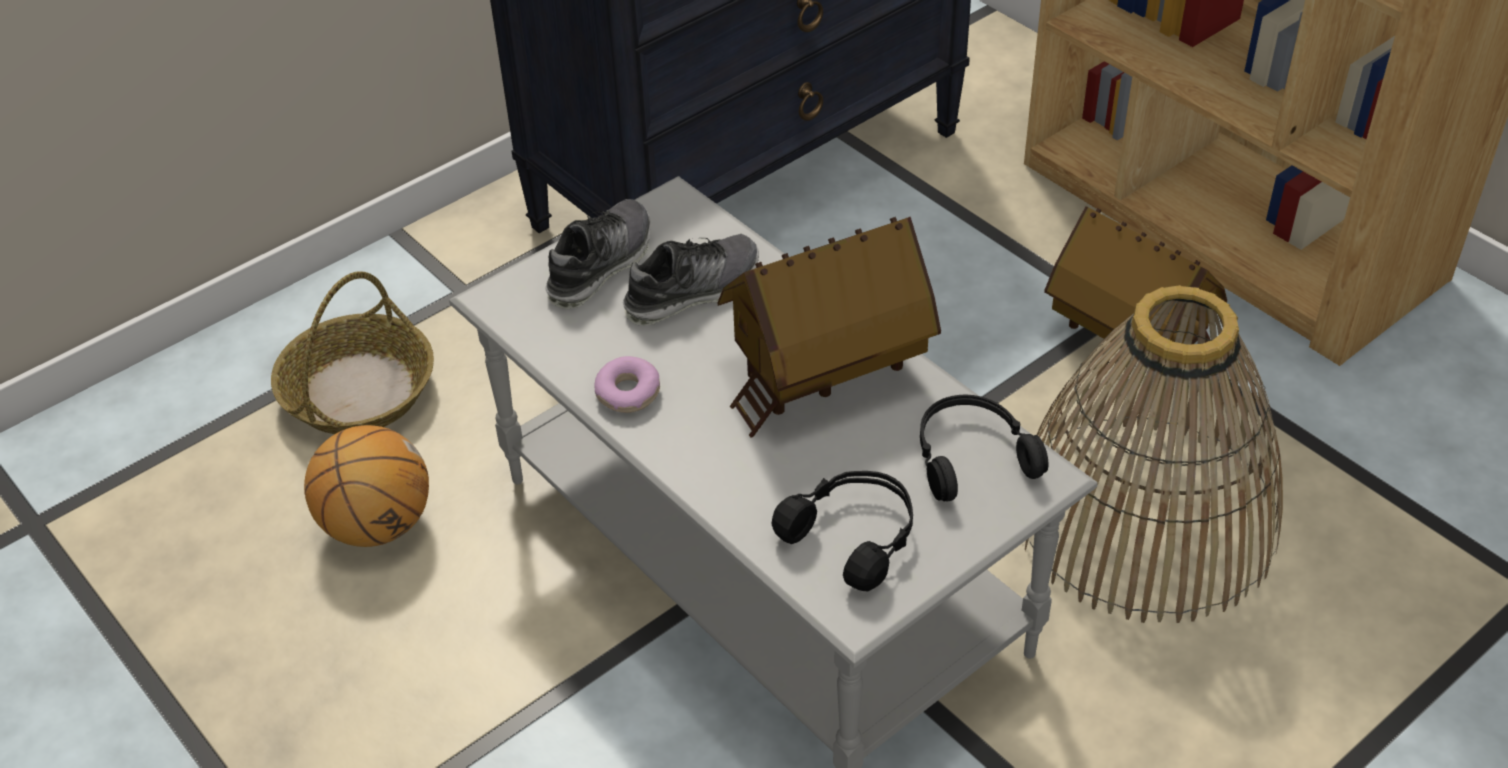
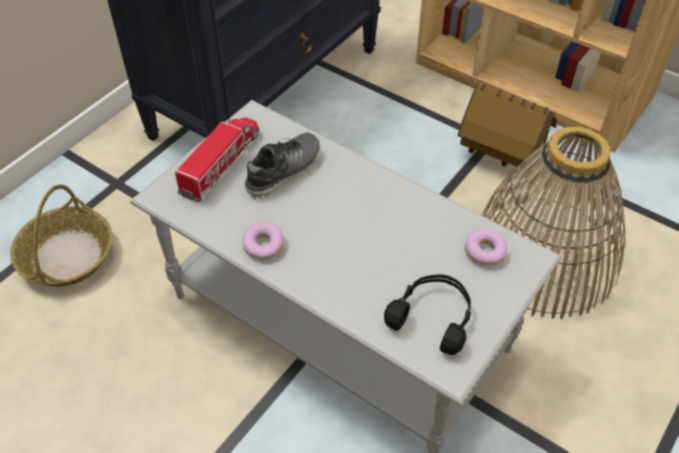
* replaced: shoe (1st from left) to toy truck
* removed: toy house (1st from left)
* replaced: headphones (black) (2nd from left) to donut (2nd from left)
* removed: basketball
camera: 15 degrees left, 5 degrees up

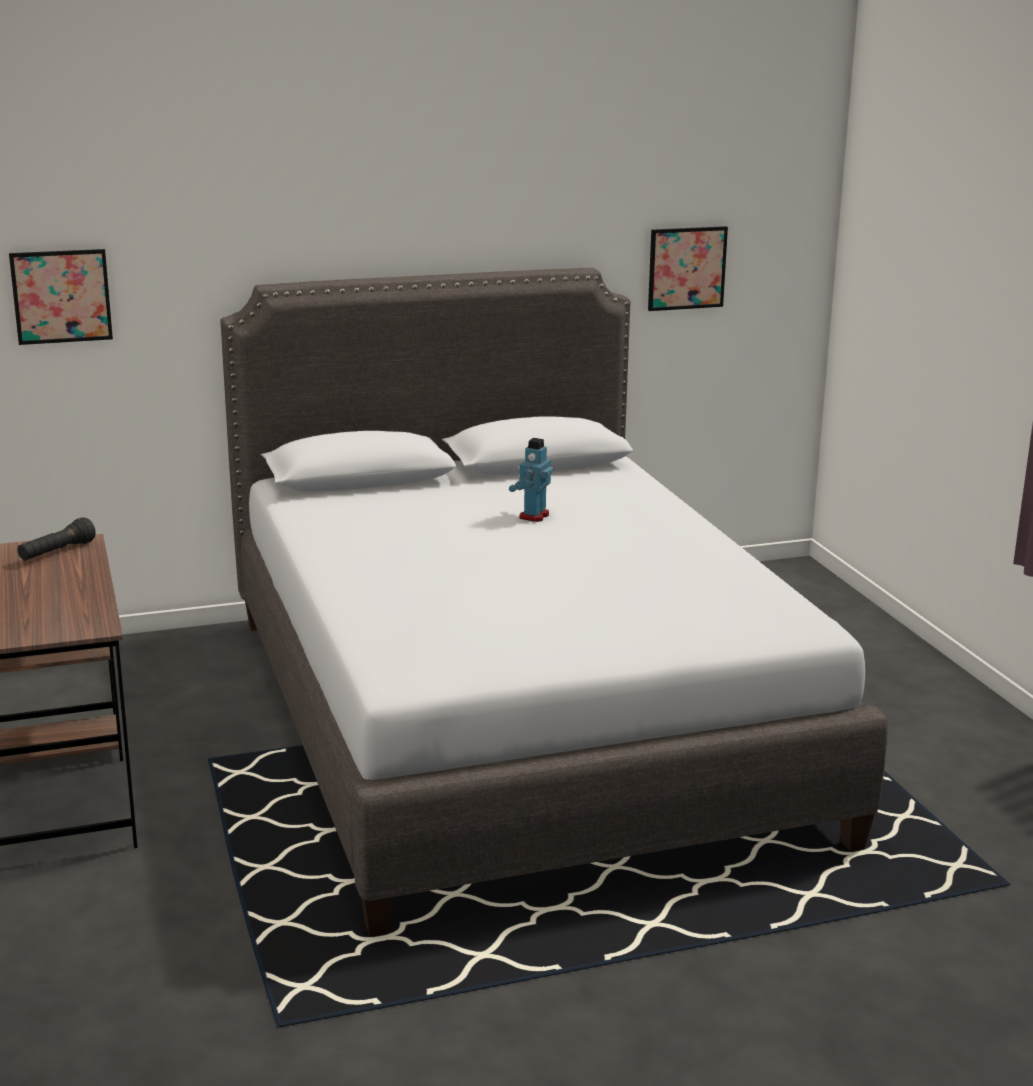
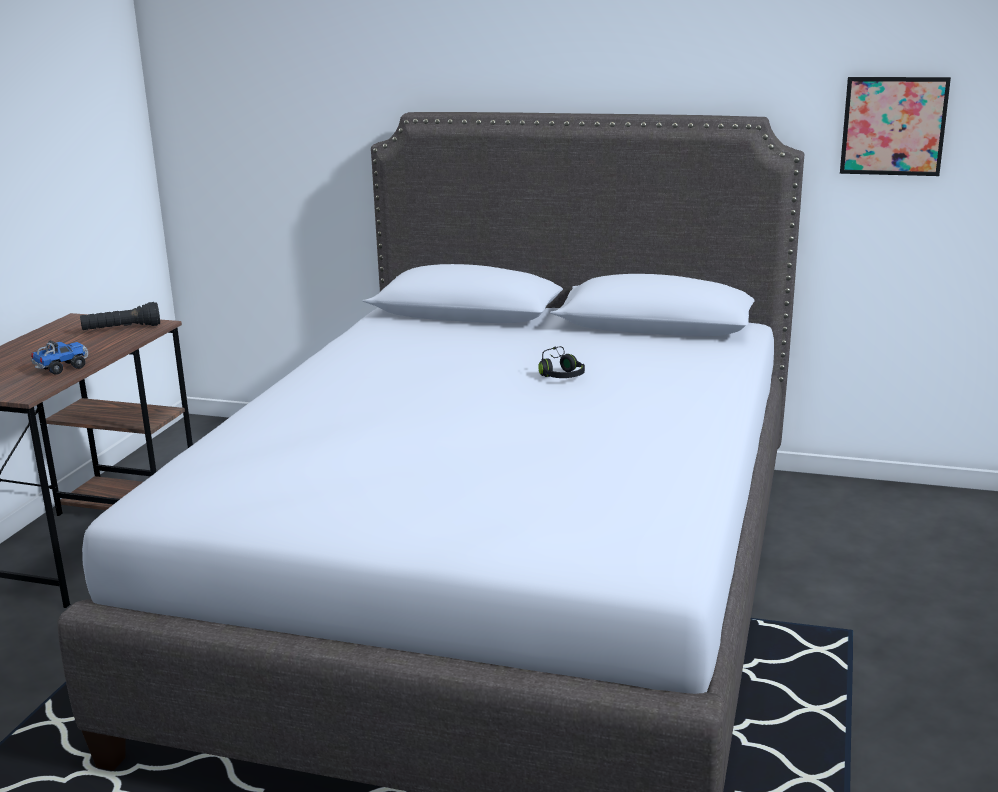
* removed: picture (1st from left)
* replaced: toy robot to headphones (black)
* added: toy truck
camera: 35 degrees right, 0 degrees up

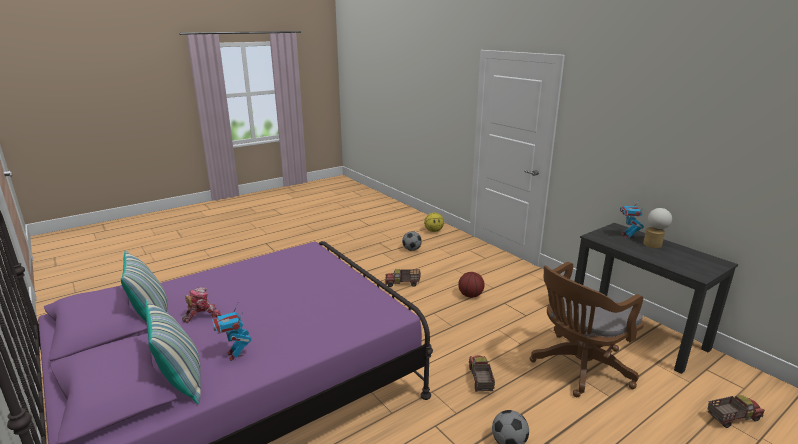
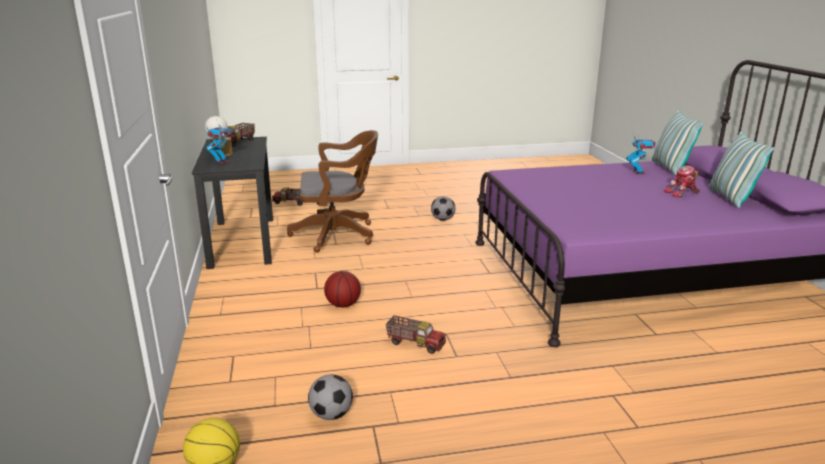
* moved: toy truck (2nd from left in the first image) to toy truck (1st from left)
camera: 155 degrees left, 0 degrees up

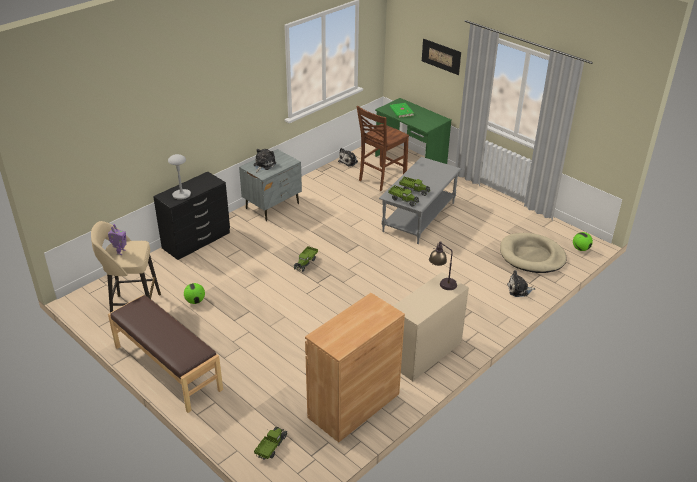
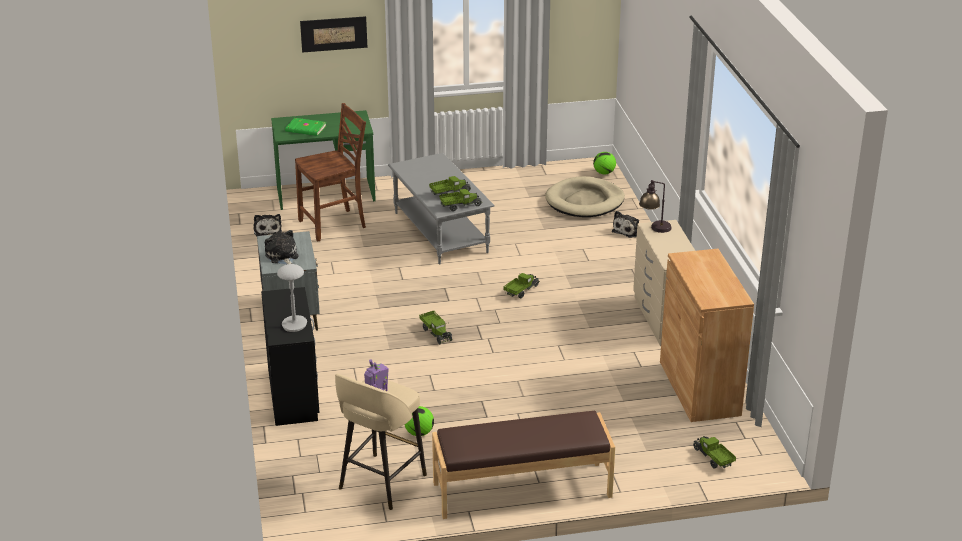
* turned: chair (brown) 105 degrees counterclockwise
* added: toy truck (4th from left)
camera: 55 degrees left, 5 degrees down

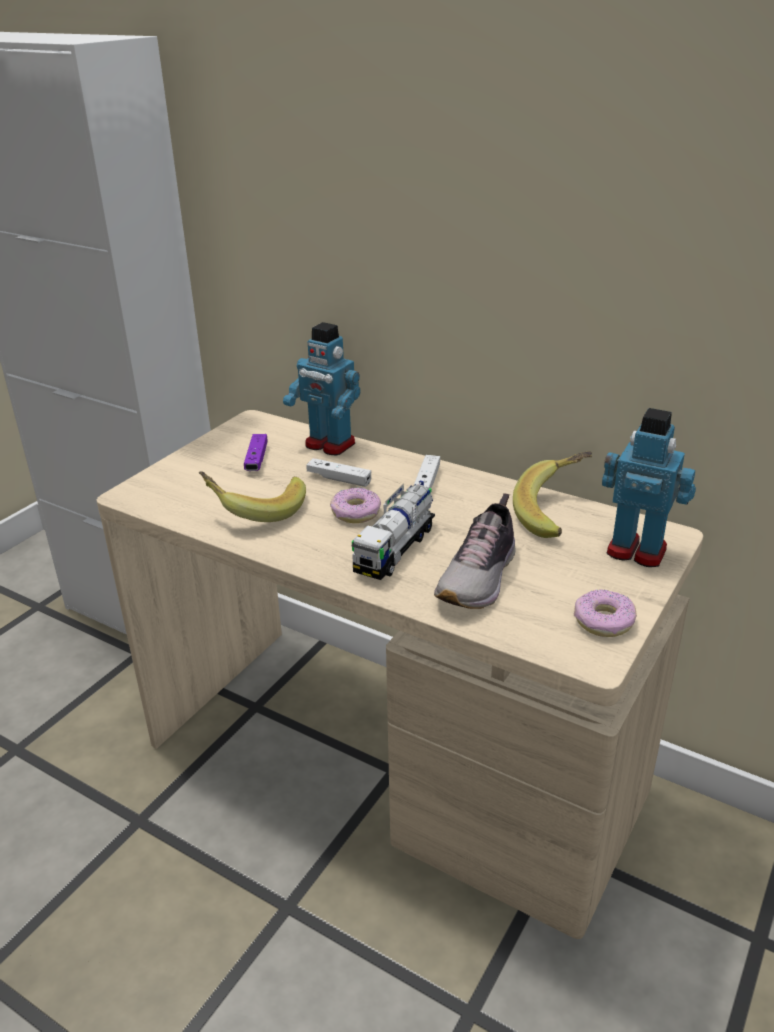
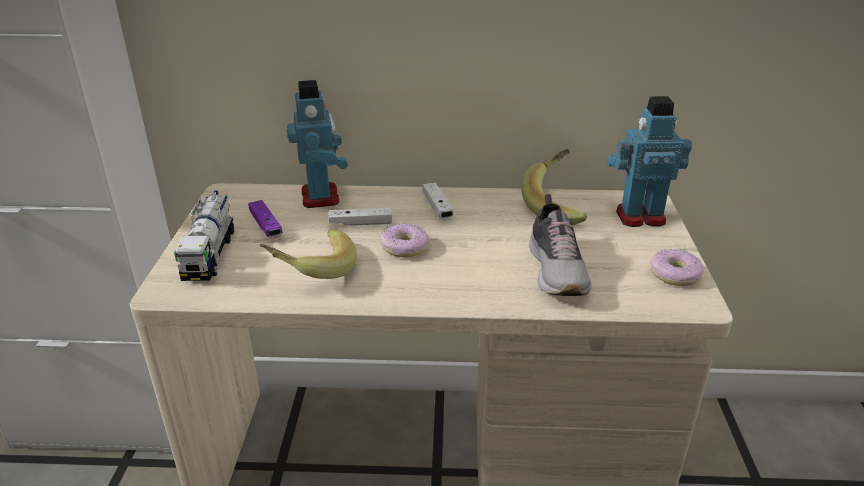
* turned: toy robot (1st from left) 105 degrees counterclockwise
* moved: toy truck
camera: 30 degrees left, 0 degrees up

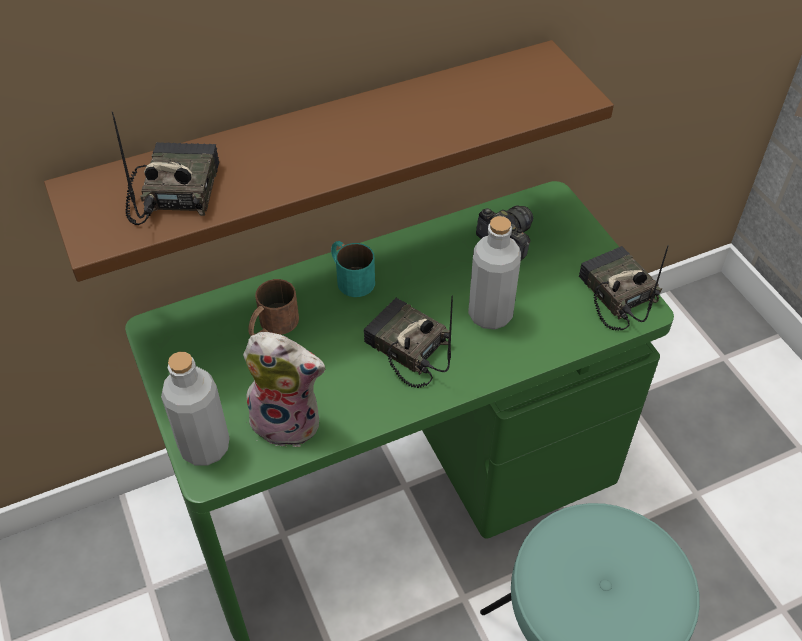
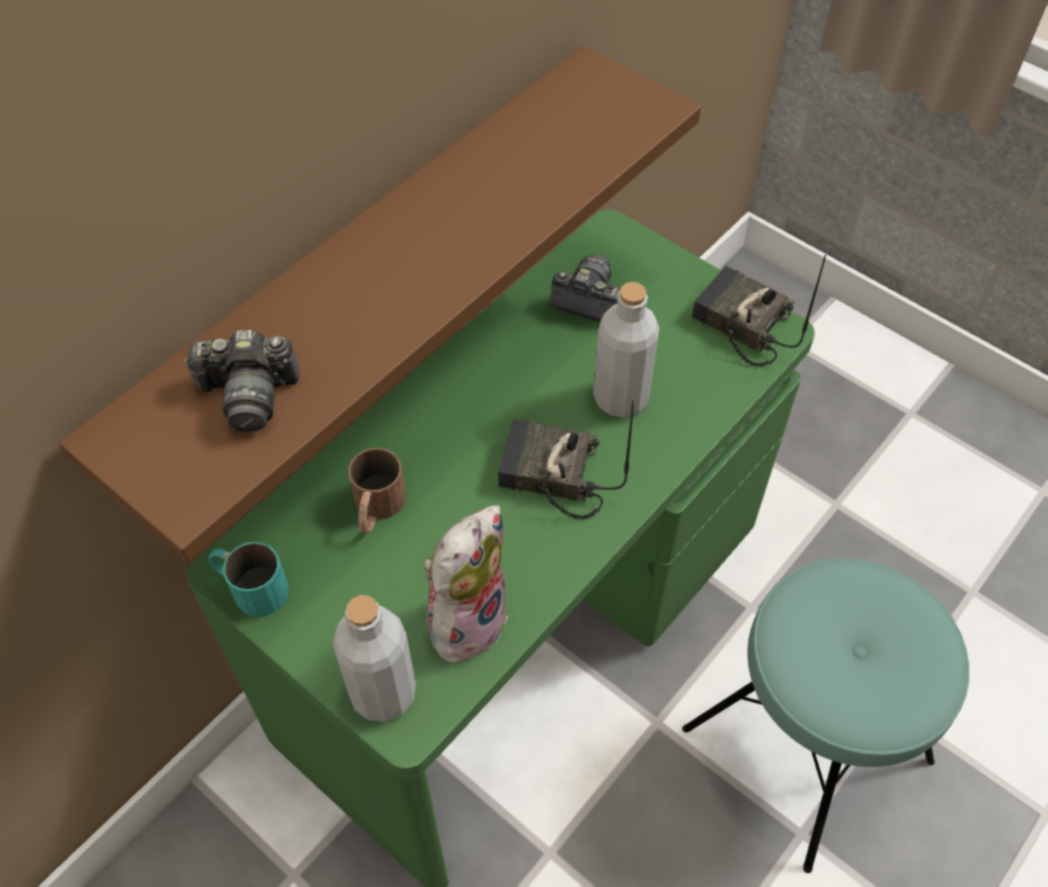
* replaced: radio (1st from left) to photo camera (1st from left)
* moved: mug (turquoise)
* turned: plush toy 45 degrees counterclockwise
camera: 25 degrees left, 5 degrees up

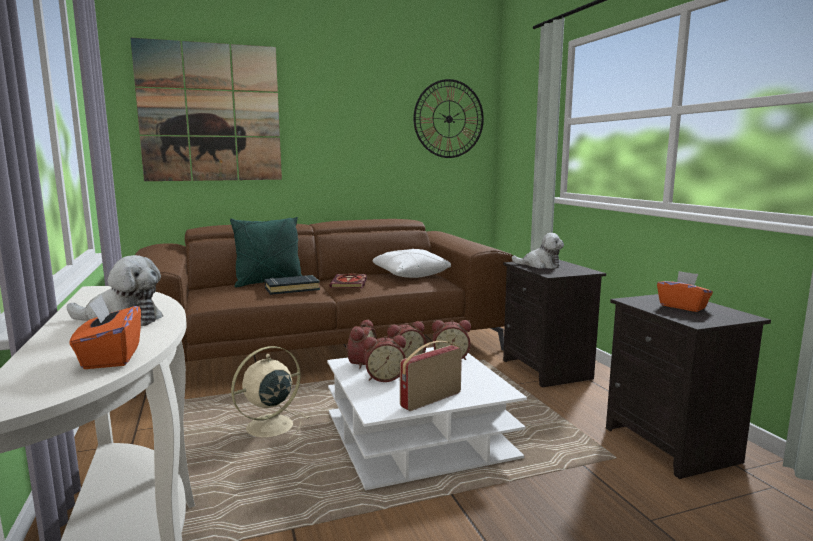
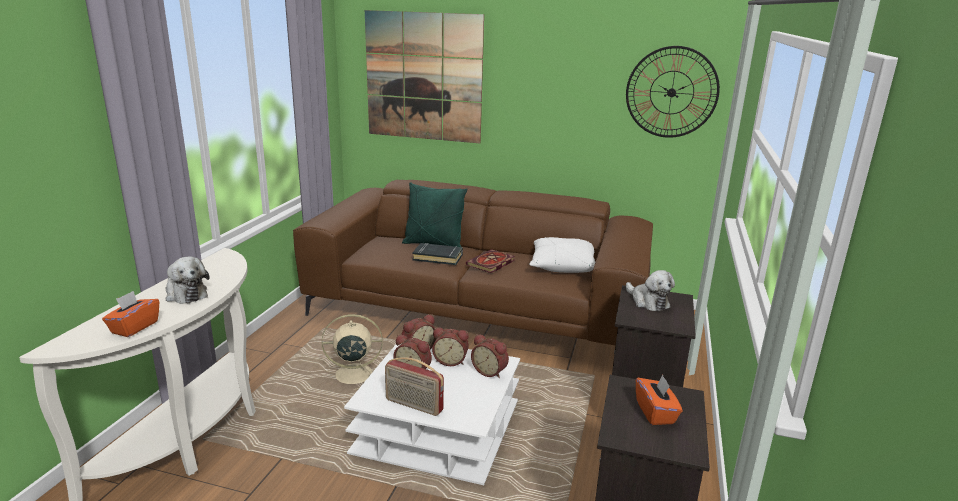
* turned: radio 150 degrees counterclockwise
camera: 35 degrees right, 10 degrees up

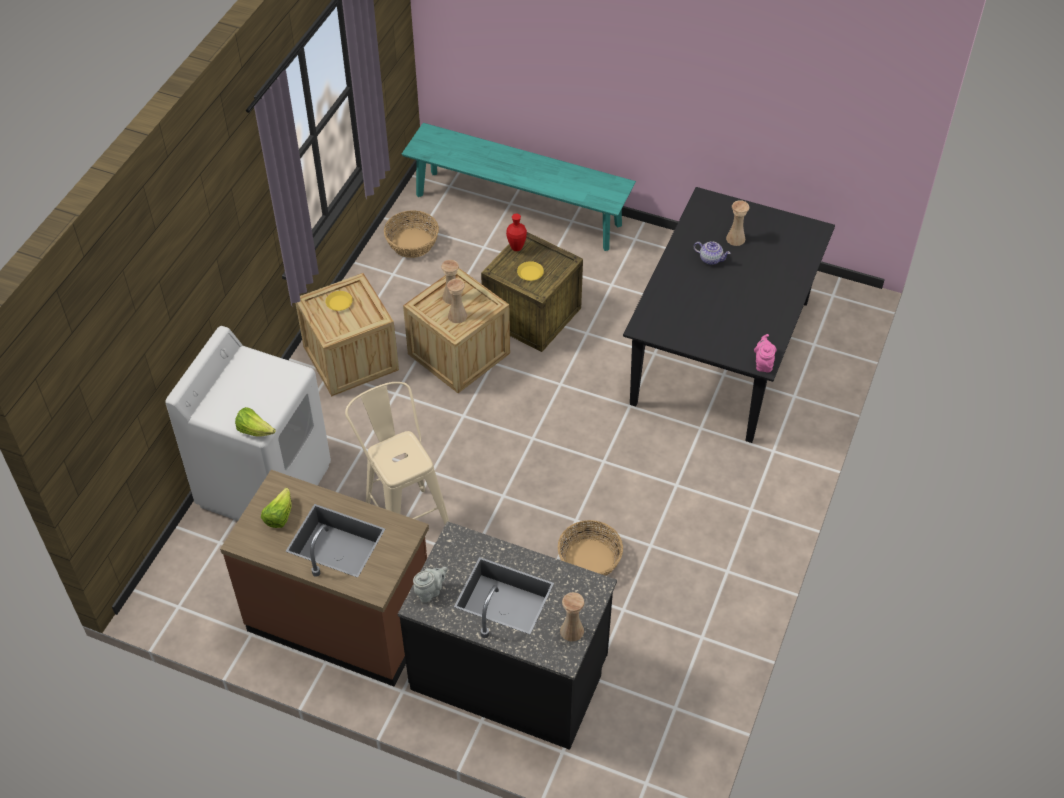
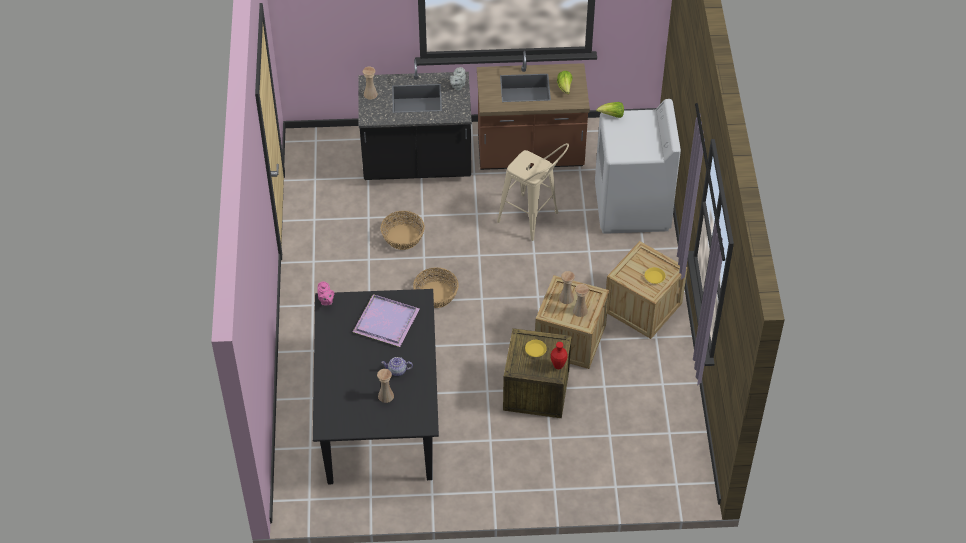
* removed: bench (turquoise)
* moved: basket (1st from left in the first image) to basket (2nd from left)
* added: tray (purple)
camera: 155 degrees right, 0 degrees up

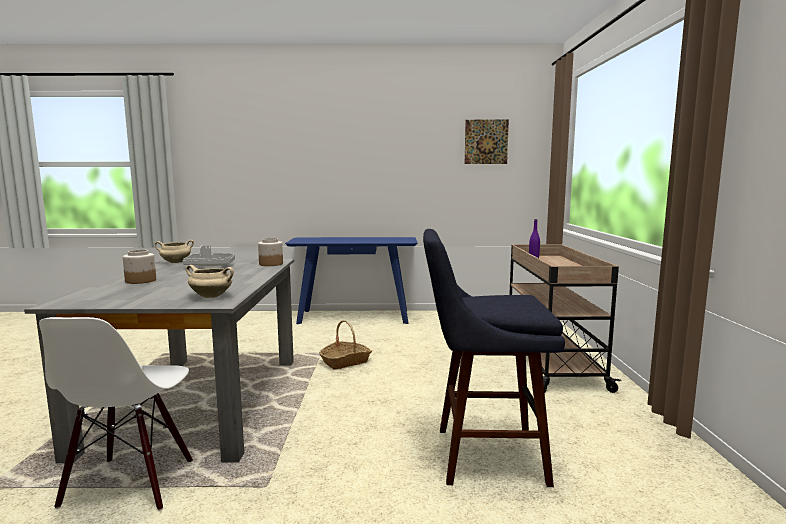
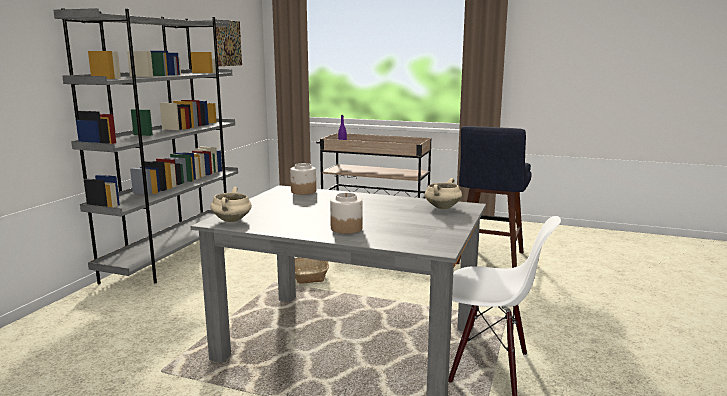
* replaced: console table (blue) to bookcase (grey)
* removed: tray (grey)
camera: 70 degrees left, 5 degrees up

